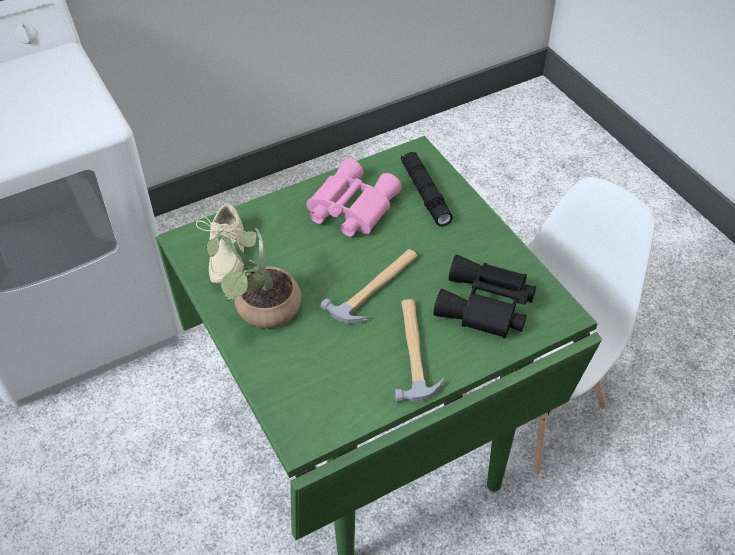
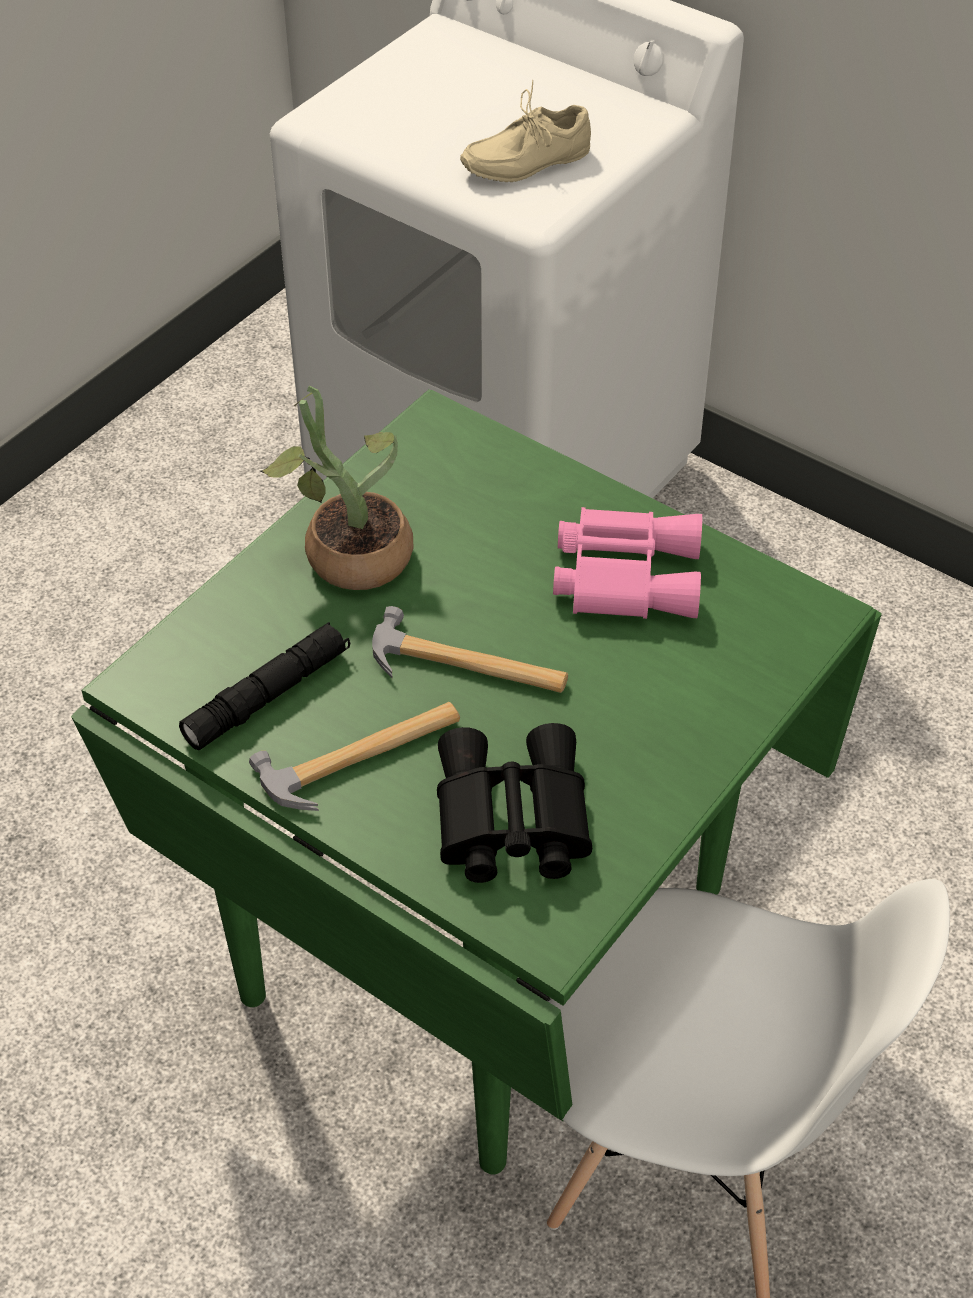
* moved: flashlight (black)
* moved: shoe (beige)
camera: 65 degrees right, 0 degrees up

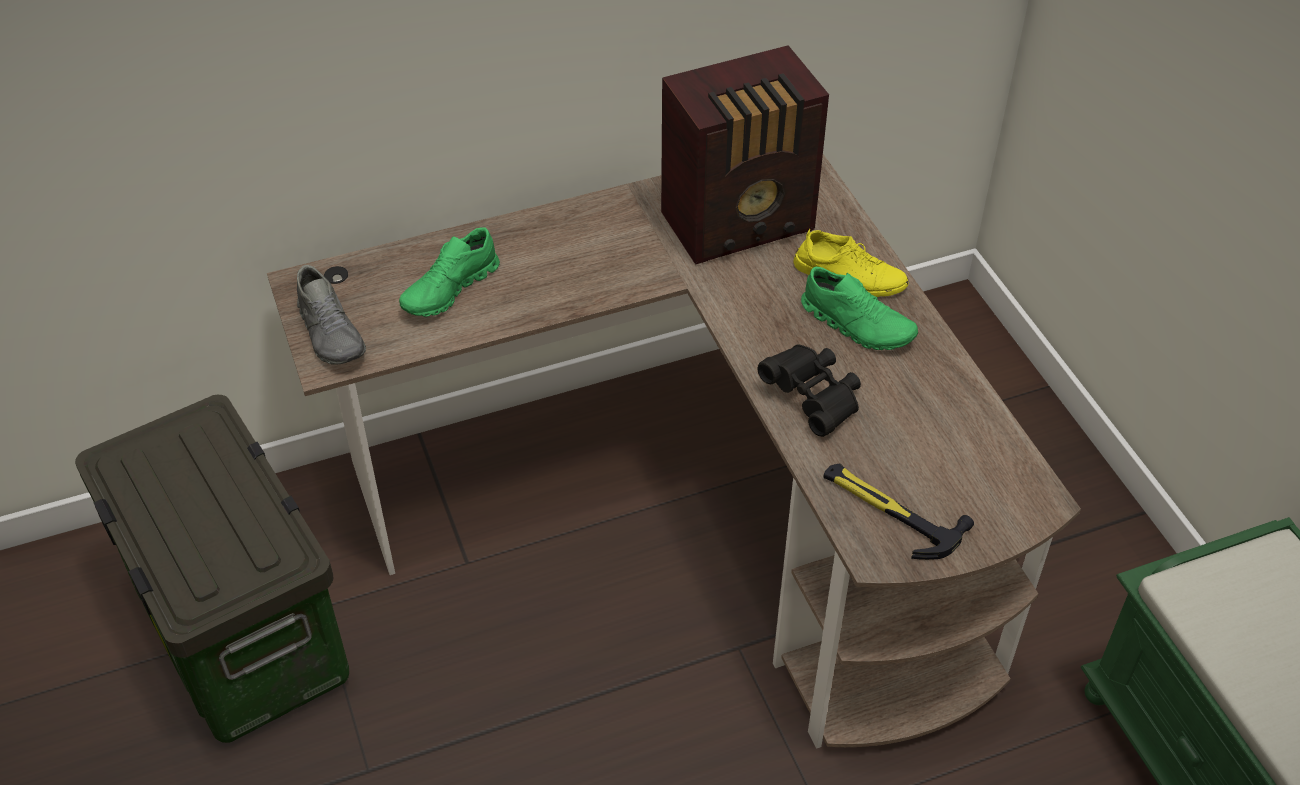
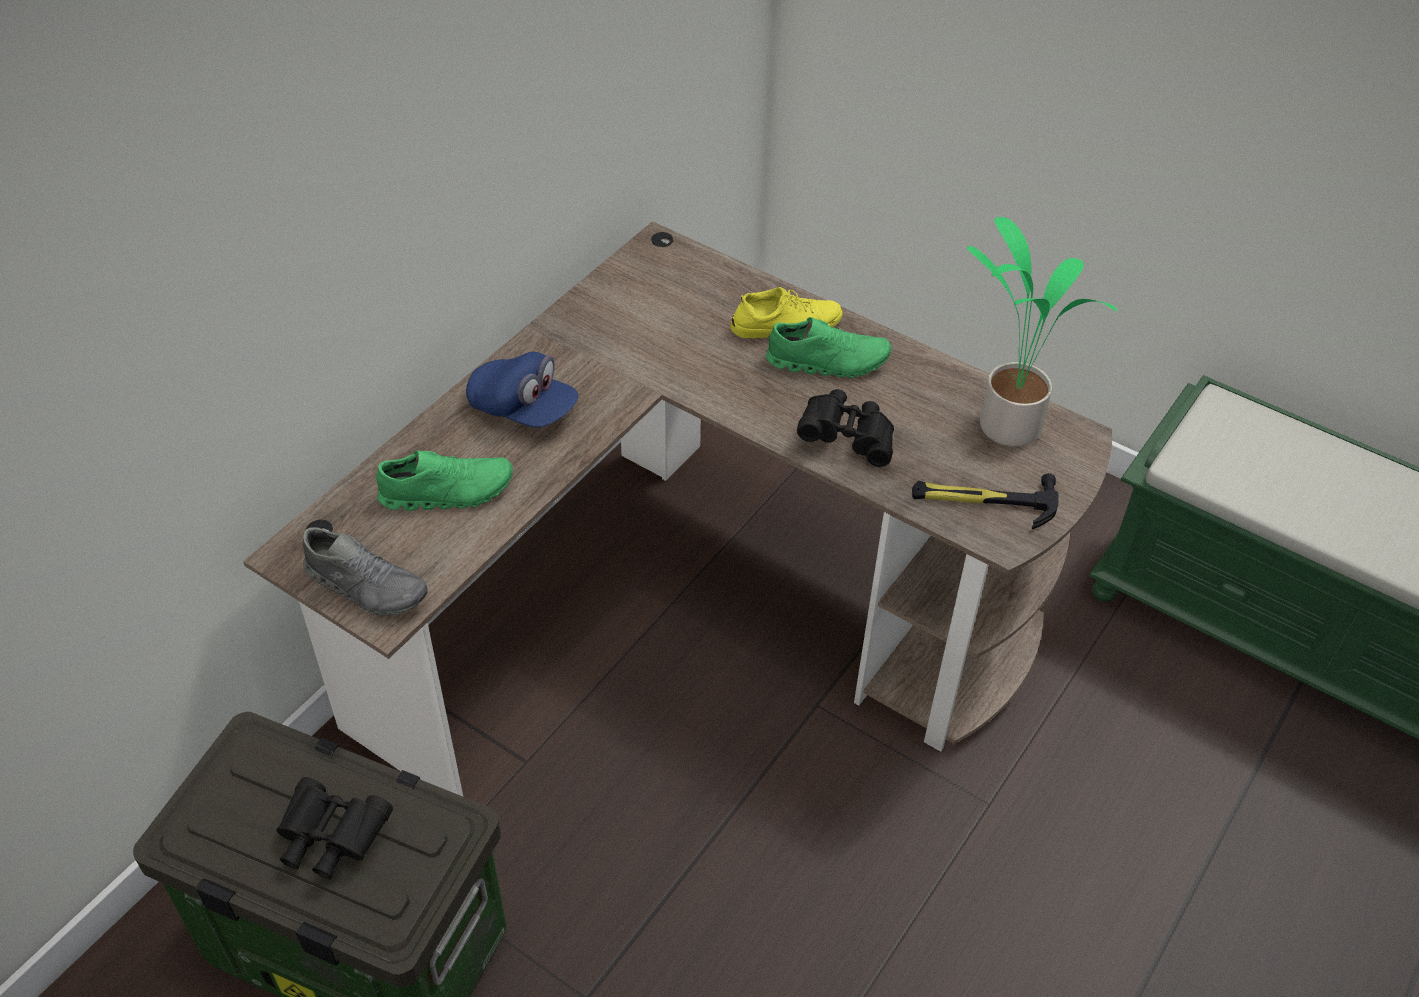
* removed: radio
* turned: shoe (green) (1st from left) 105 degrees counterclockwise
* added: potted plant
* added: cap (blue)
* added: binoculars (black) (1st from left)
camera: 35 degrees left, 0 degrees up

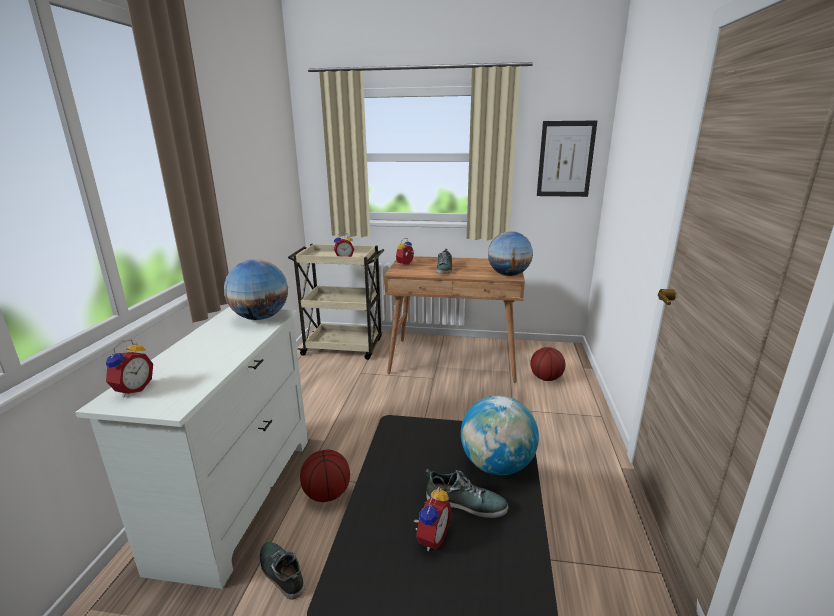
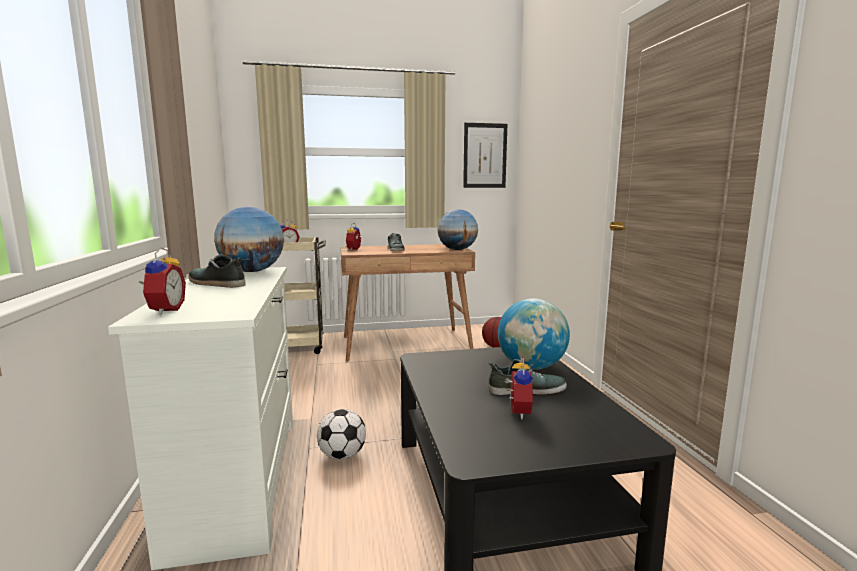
* replaced: basketball (1st from left) to football
* moved: shoe (1st from left)
camera: 20 degrees left, 10 degrees down

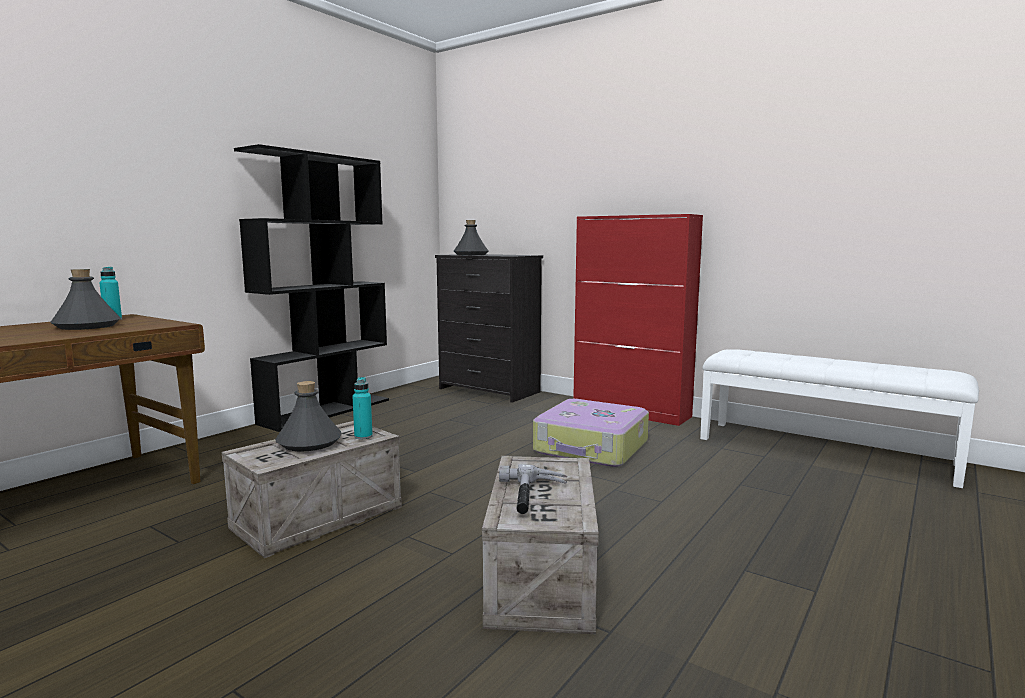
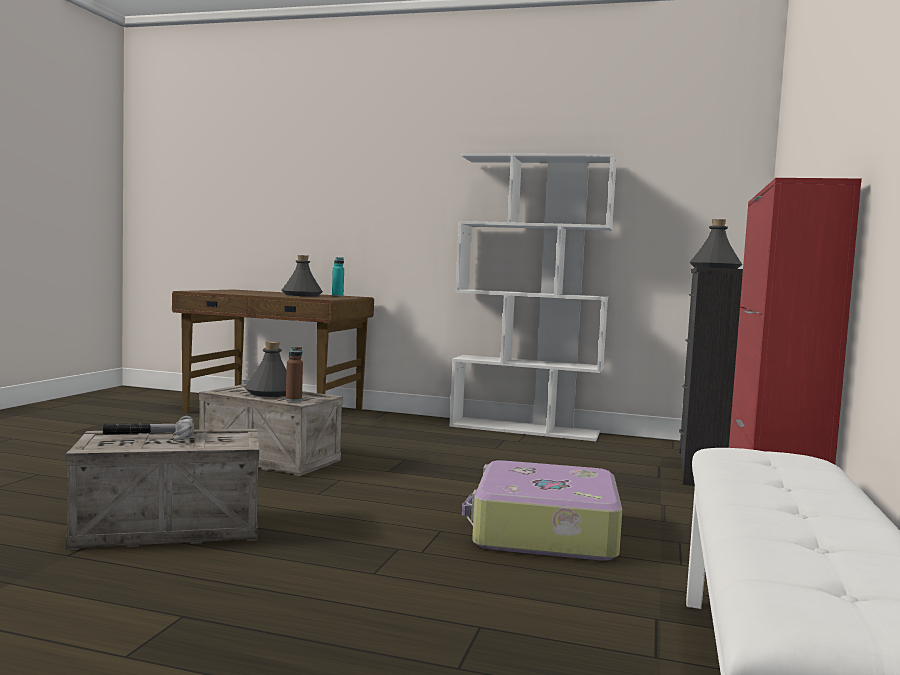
* recoloured: bookcase (black) to bookcase (white)
* recoloured: bottle (turquoise) (2nd from left) to bottle (brown)
camera: 70 degrees right, 5 degrees down

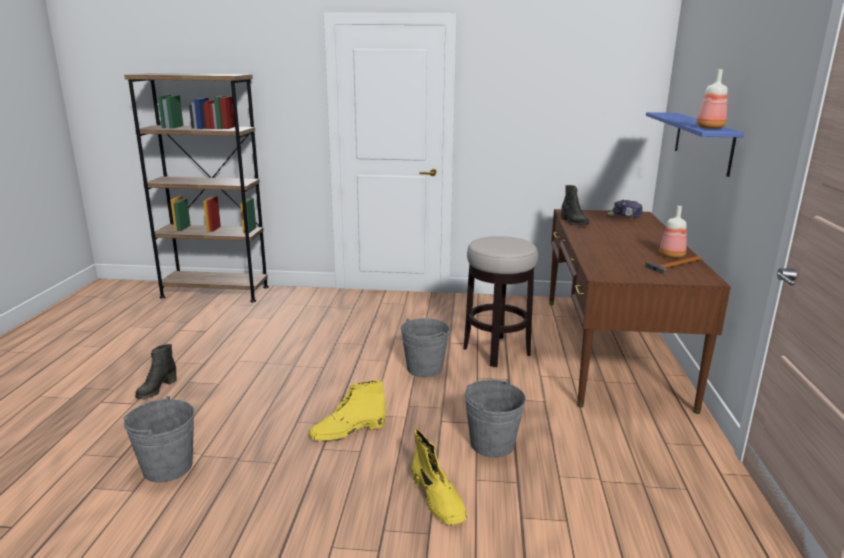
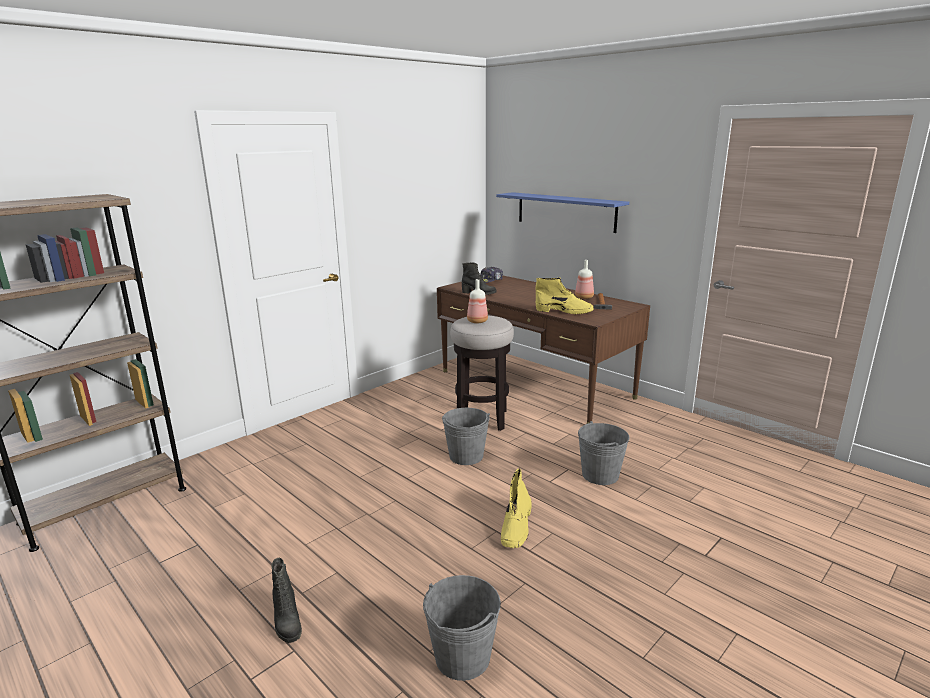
* moved: bottle (2nd from left in the first image) to bottle (1st from left)
* moved: boot (yellow) (2nd from left)
camera: 50 degrees left, 0 degrees up

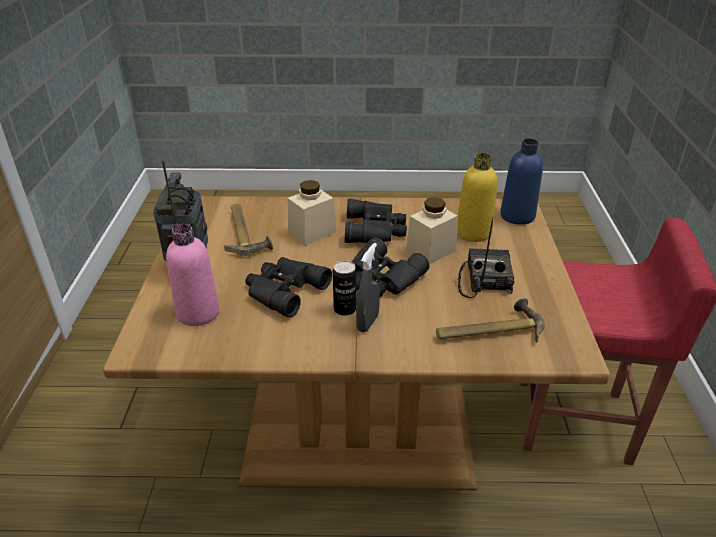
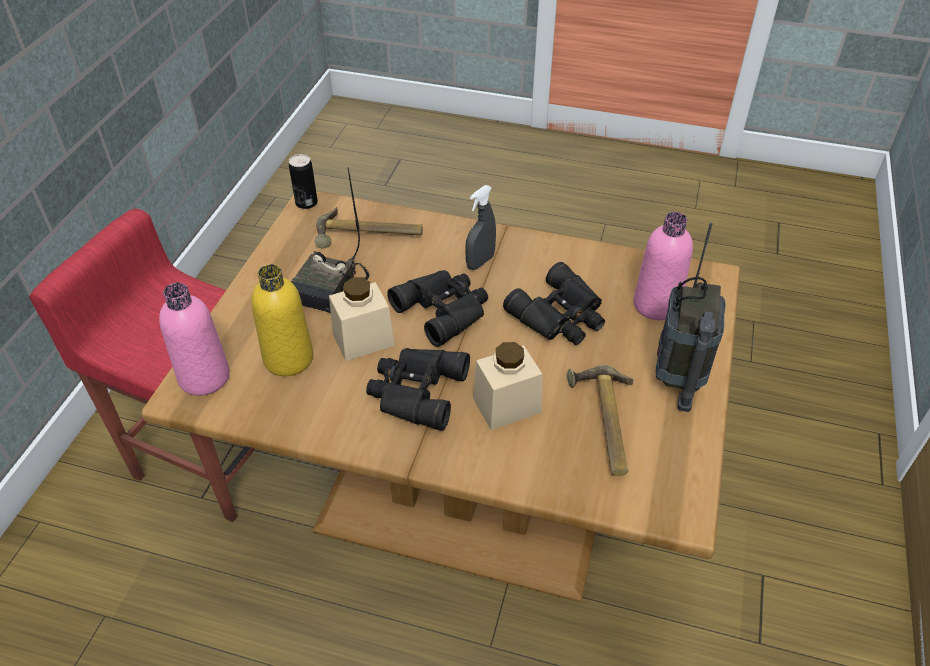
* recoloured: bottle (blue) to bottle (pink) (1st from left)
* moved: can
camera: 165 degrees left, 10 degrees up

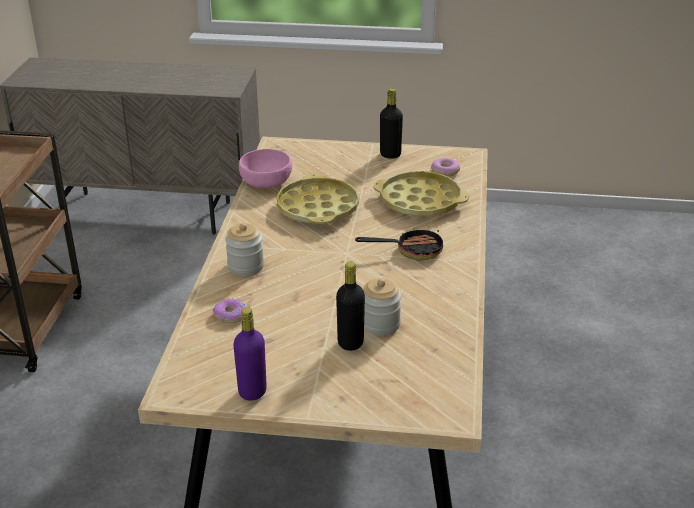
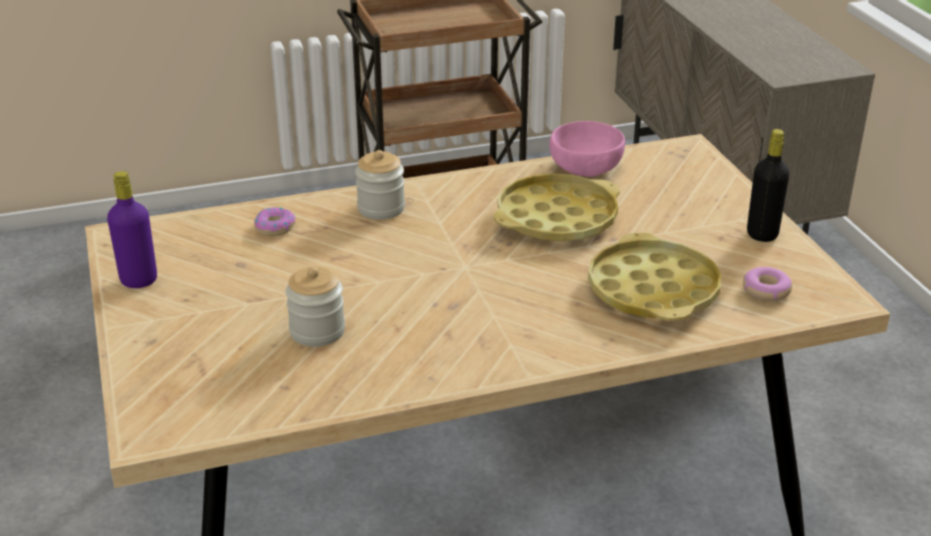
* removed: frying pan
* removed: bottle (black) (1st from left)
camera: 65 degrees right, 0 degrees up

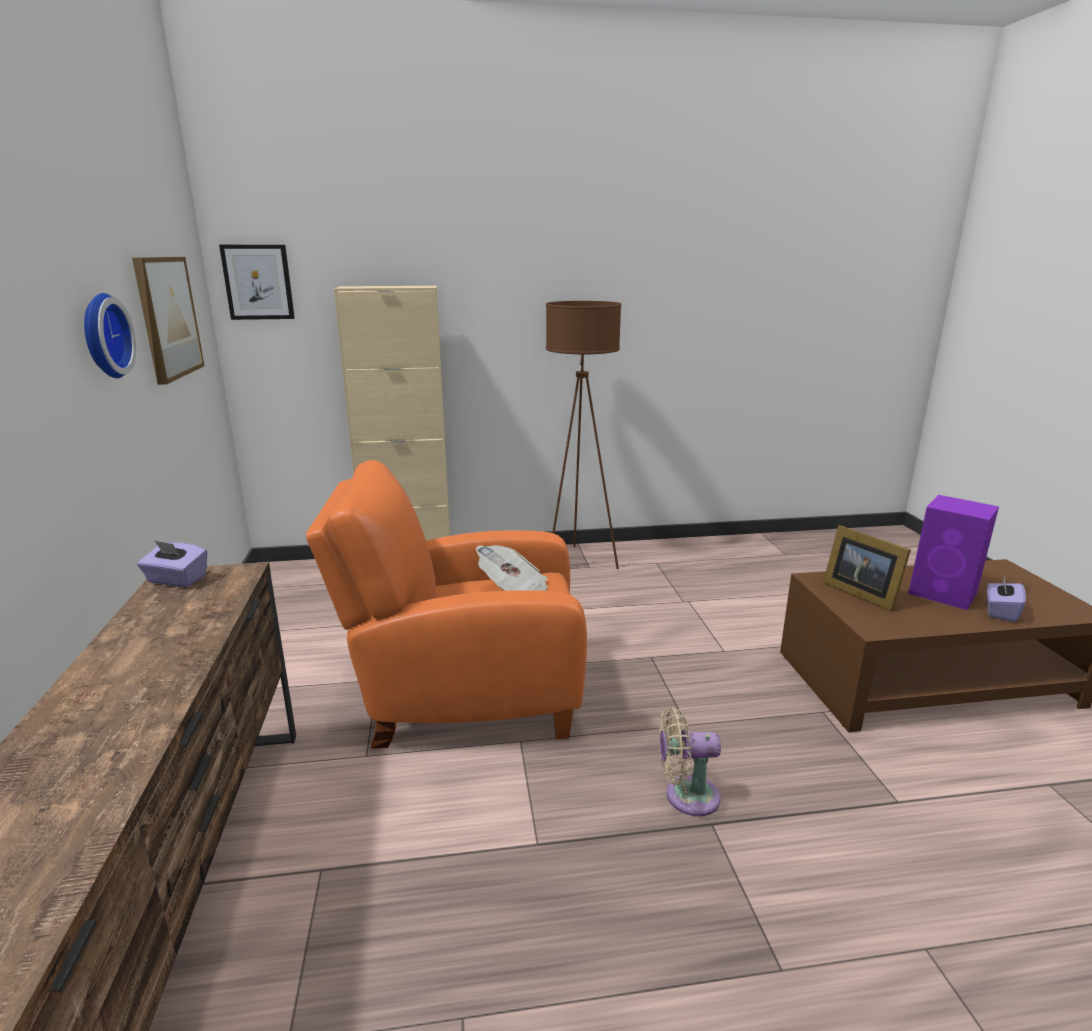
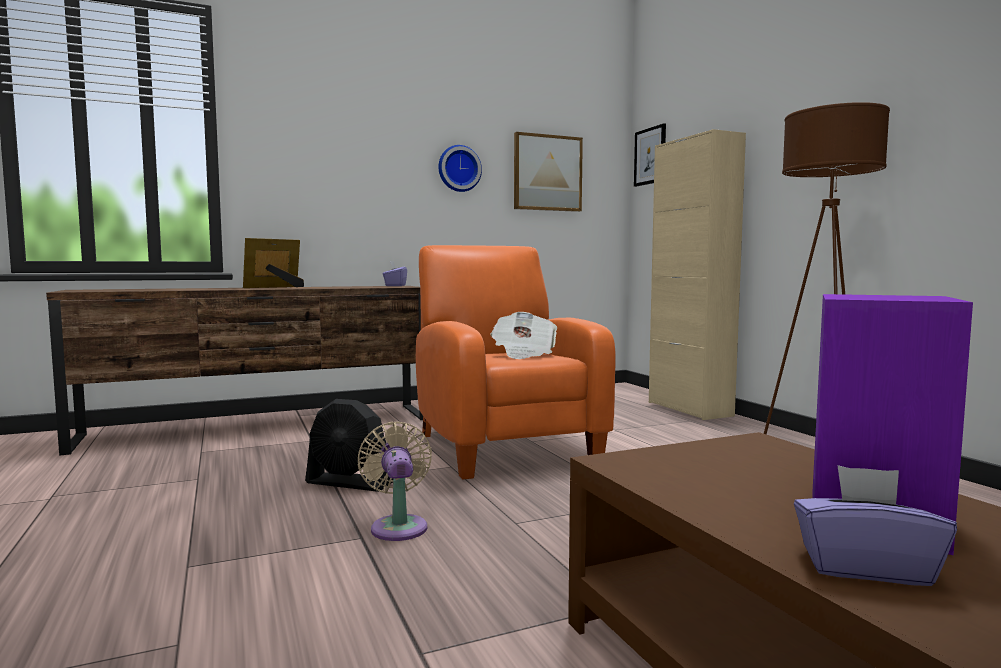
* moved: picture frame
* added: fan (black)
camera: 75 degrees right, 15 degrees down

